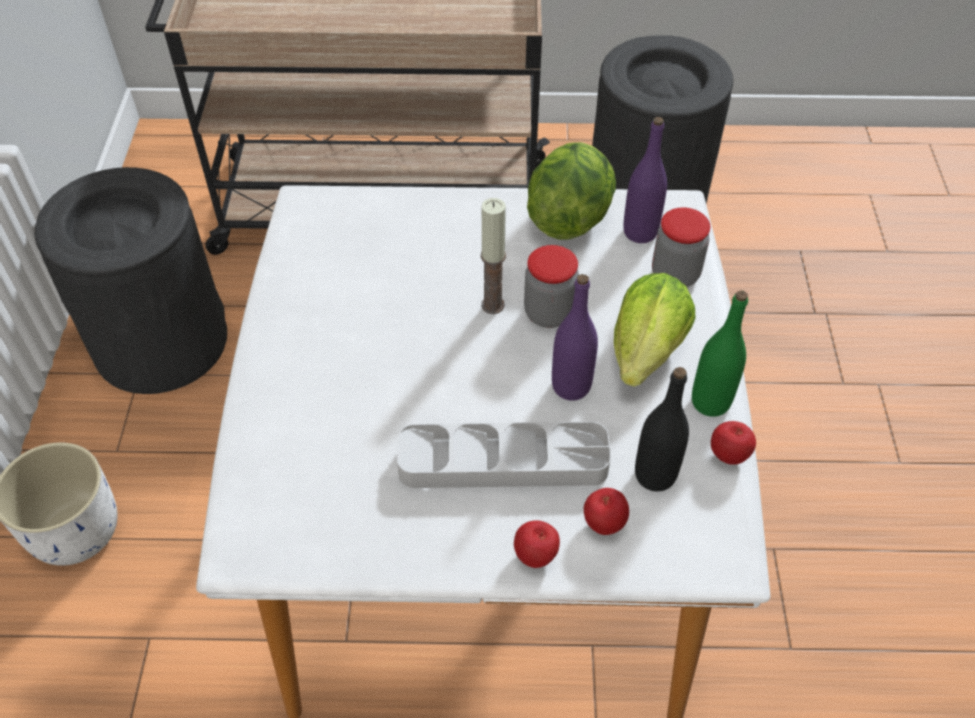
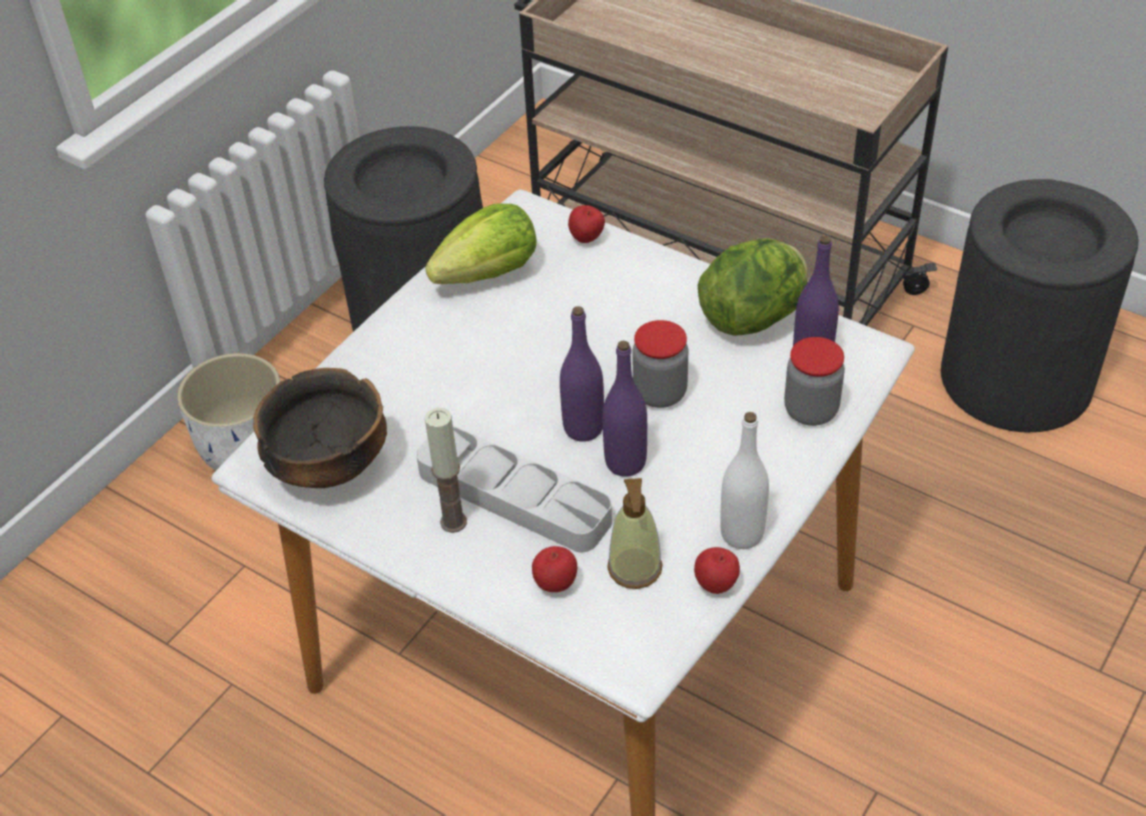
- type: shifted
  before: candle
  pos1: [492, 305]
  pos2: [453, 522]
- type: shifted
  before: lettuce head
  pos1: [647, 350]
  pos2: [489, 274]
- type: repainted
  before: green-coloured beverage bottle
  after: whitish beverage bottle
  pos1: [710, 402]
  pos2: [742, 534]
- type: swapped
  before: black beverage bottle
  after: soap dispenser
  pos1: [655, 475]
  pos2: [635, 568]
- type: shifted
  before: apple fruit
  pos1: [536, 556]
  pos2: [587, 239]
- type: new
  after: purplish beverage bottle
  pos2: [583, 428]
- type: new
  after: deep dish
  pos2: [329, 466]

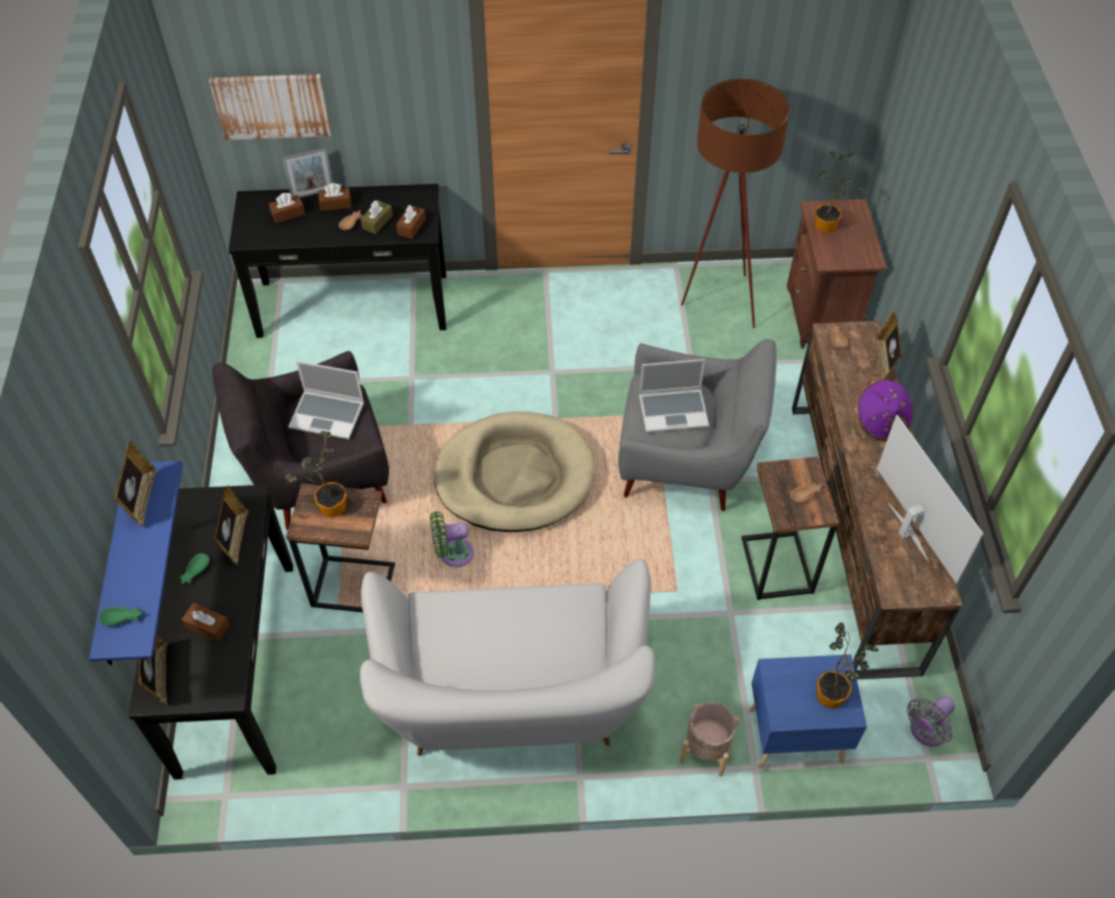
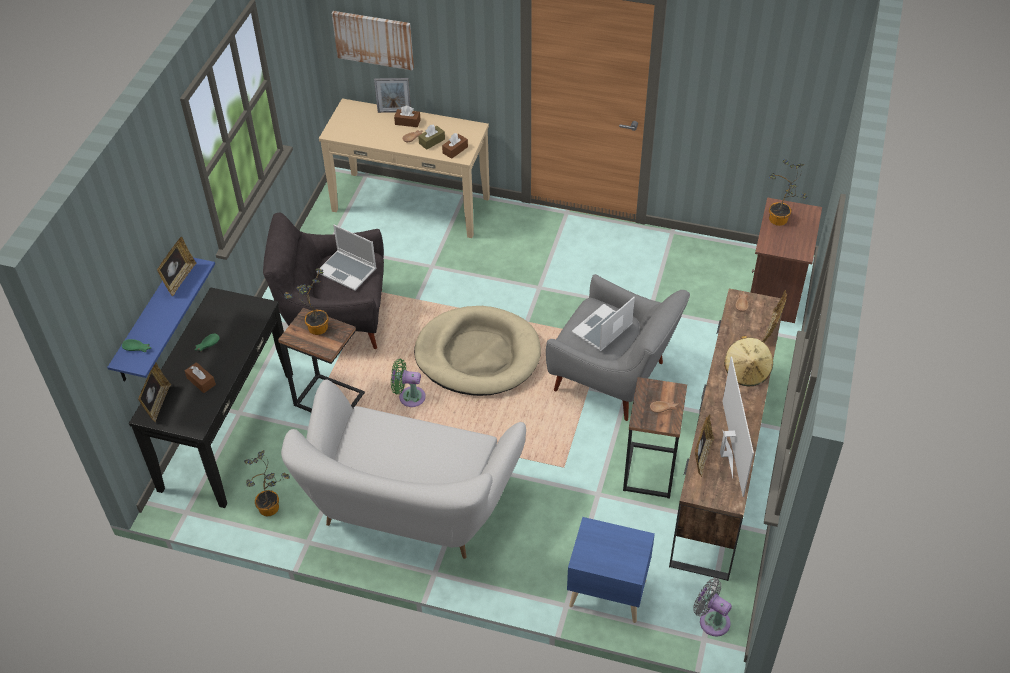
- type: gone
  before: brown-coloured standard lamp
  pos1: [717, 302]
- type: repainted
  before: black narrow table
  after: beige-coloured narrow table
  pos1: [353, 304]
  pos2: [411, 204]
- type: gone
  before: brown-coloured tissue box
  pos1: [288, 214]
- type: rotated
  before: notebook computer
  pos1: [674, 410]
  pos2: [602, 330]
  turn: 120
- type: repainted
  before: purplish clothing hat
  after: beige-coloured clothing hat
  pos1: [881, 422]
  pos2: [746, 371]
- type: shifted
  before: photo frame
  pos1: [235, 538]
  pos2: [702, 456]
- type: shifted
  before: potted plant
  pos1: [834, 693]
  pos2: [272, 508]
- type: rotated
  before: gray electric fan
  pos1: [926, 731]
  pos2: [711, 620]
  turn: 60
- type: gone
  before: beige-coloured plant pot
  pos1: [706, 749]

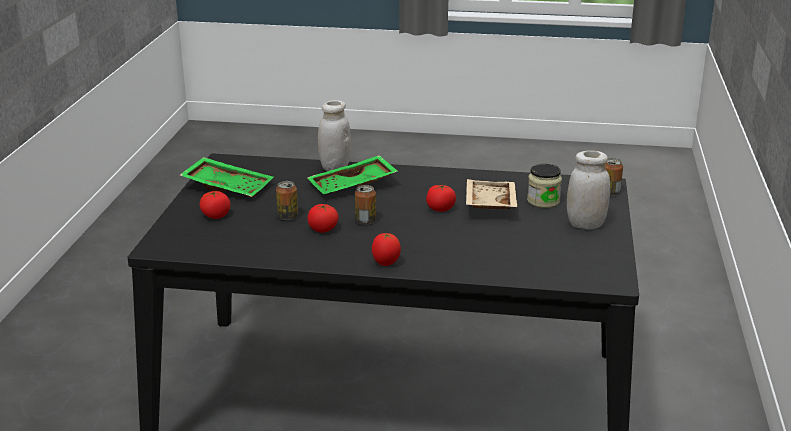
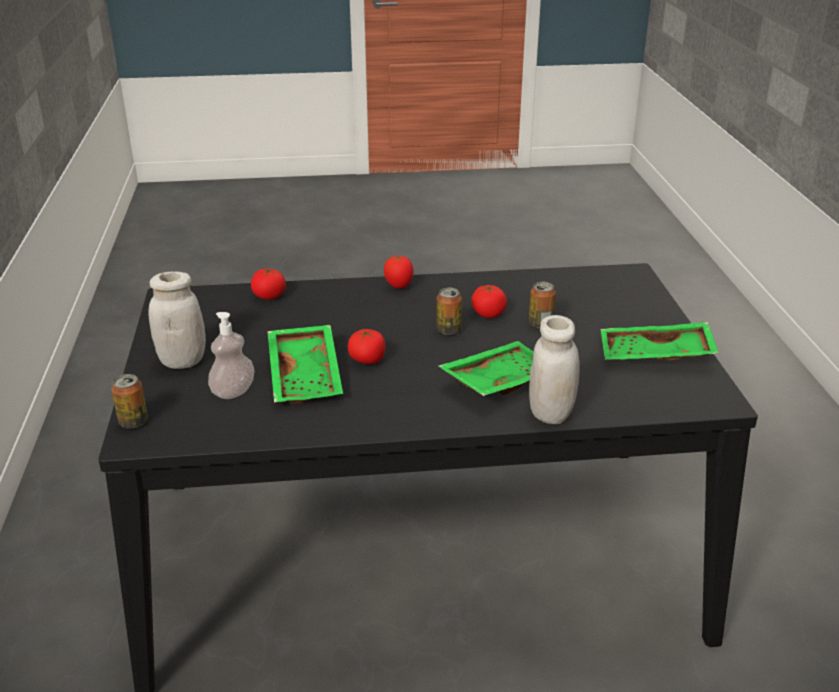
- type: swapped
  before: preserve jar
  after: soap dispenser
  pos1: [543, 201]
  pos2: [233, 392]
- type: repainted
  before: beige-coloured serving tray
  after: green-coloured serving tray
  pos1: [488, 204]
  pos2: [307, 375]
- type: shifted
  before: tomato
  pos1: [215, 216]
  pos2: [269, 296]

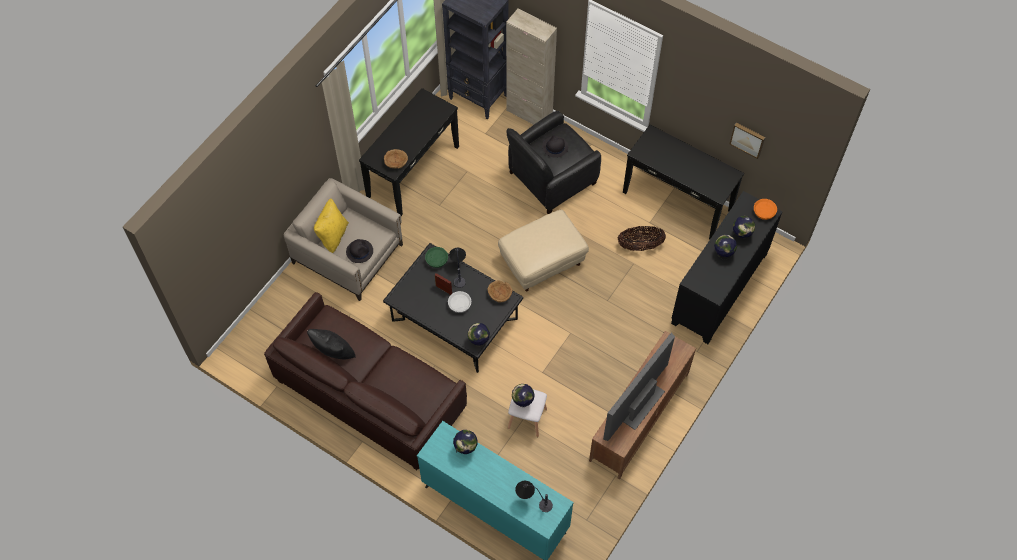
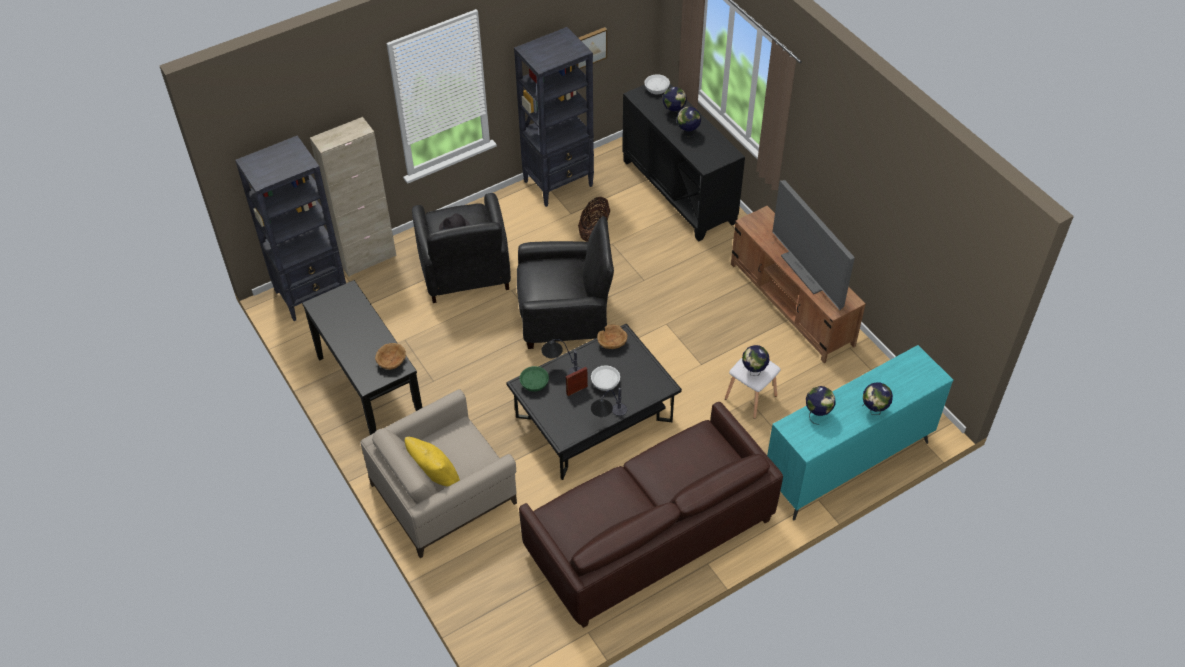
- type: swapped
  before: black narrow table
  after: black bookcase
  pos1: [677, 201]
  pos2: [559, 183]
- type: repainted
  before: orange-coloured deep dish
  after: whitish deep dish
  pos1: [764, 212]
  pos2: [656, 88]
- type: swapped
  before: beige-coloured footrest
  after: black armchair
  pos1: [542, 261]
  pos2: [565, 316]
- type: gone
  before: black clothing hat
  pos1: [359, 251]
- type: shifted
  before: desk globe
  pos1: [478, 341]
  pos2: [874, 410]
- type: gone
  before: black cushion
  pos1: [333, 353]
- type: shifted
  before: lamp for a table
  pos1: [532, 501]
  pos2: [608, 419]

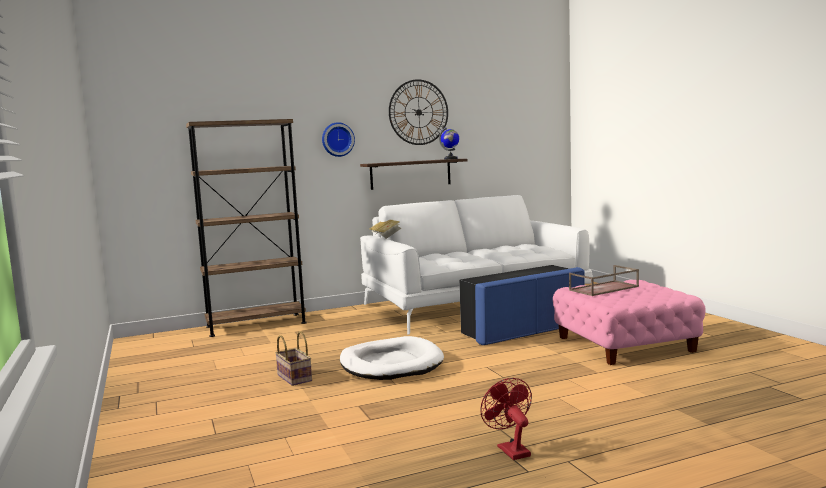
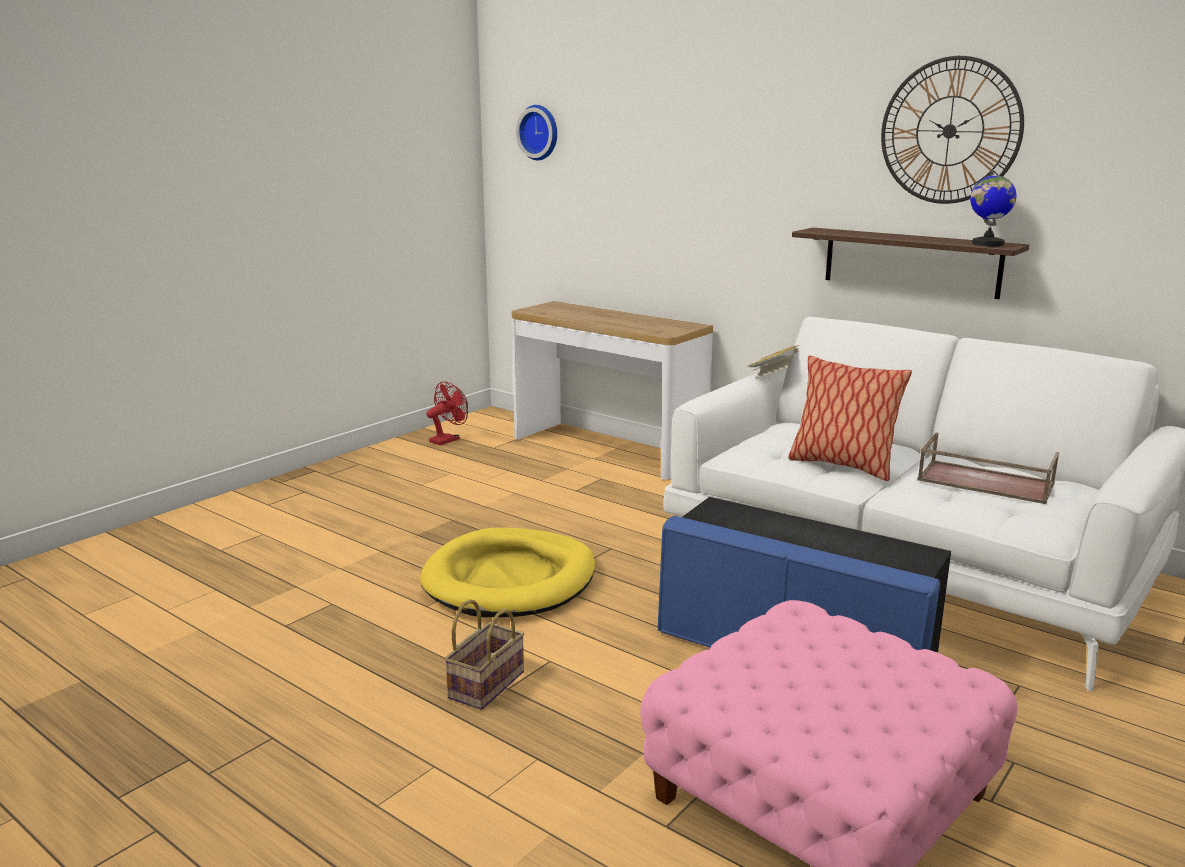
- type: swapped
  before: brown-coloured bookcase
  after: narrow table
  pos1: [256, 325]
  pos2: [607, 449]
- type: shifted
  before: clock on the wall
  pos1: [337, 139]
  pos2: [540, 132]
- type: shifted
  before: brown-coloured serving tray
  pos1: [604, 288]
  pos2: [983, 482]
- type: shifted
  before: basket
  pos1: [293, 378]
  pos2: [486, 683]
- type: repainted
  before: whitish dog bed
  after: yellow dog bed
  pos1: [391, 364]
  pos2: [510, 580]
- type: shifted
  before: red-coloured electric fan
  pos1: [510, 449]
  pos2: [448, 439]
- type: new
  after: cushion
  pos2: [842, 466]

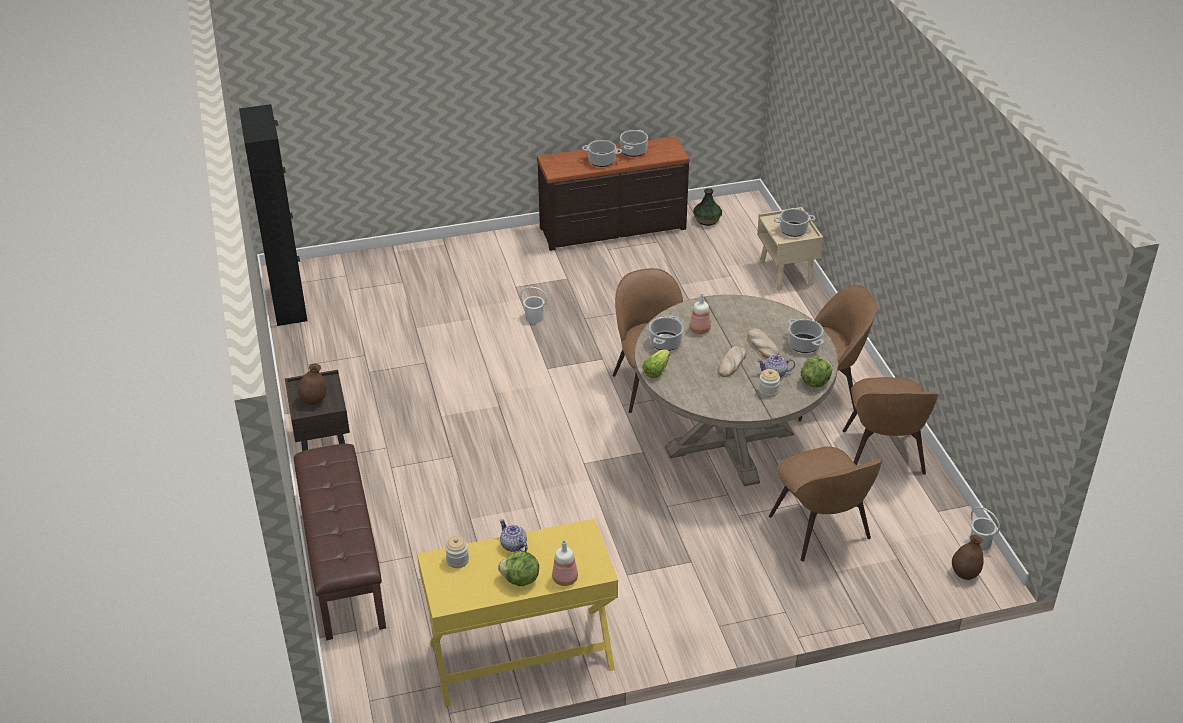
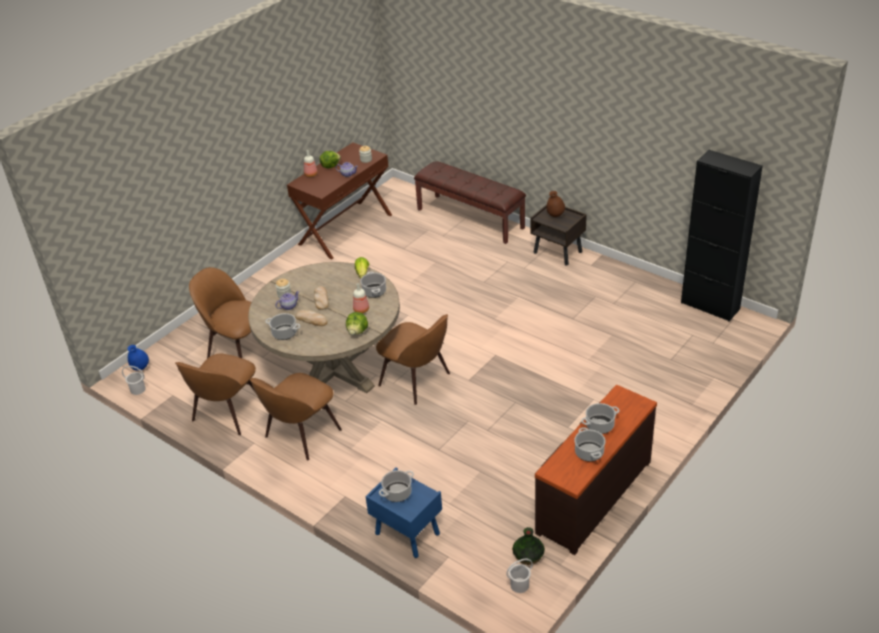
- type: repainted
  before: beige-coloured night table
  after: blue night table
  pos1: [786, 273]
  pos2: [406, 533]
- type: shifted
  before: whitish water bucket
  pos1: [534, 317]
  pos2: [520, 585]
- type: shifted
  before: lettuce head
  pos1: [815, 382]
  pos2: [357, 331]
- type: rotated
  before: brown-coloured plain chair
  pos1: [884, 454]
  pos2: [227, 414]
  turn: -120
- type: repainted
  before: yellow narrow table
  after: brown-coloured narrow table
  pos1: [521, 656]
  pos2: [345, 229]
- type: repainted
  before: brown-coloured decorative vase
  after: blue decorative vase
  pos1: [965, 574]
  pos2: [140, 368]

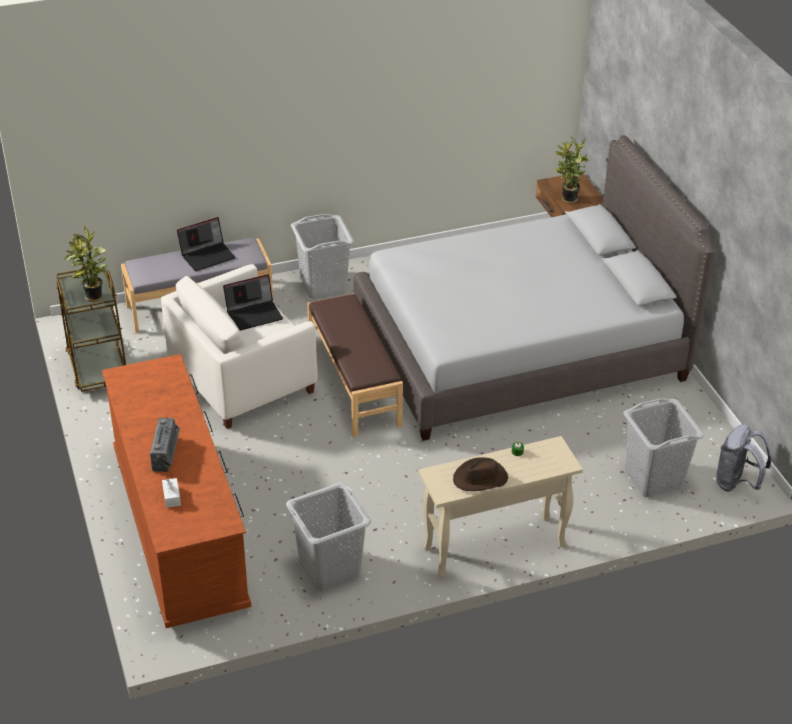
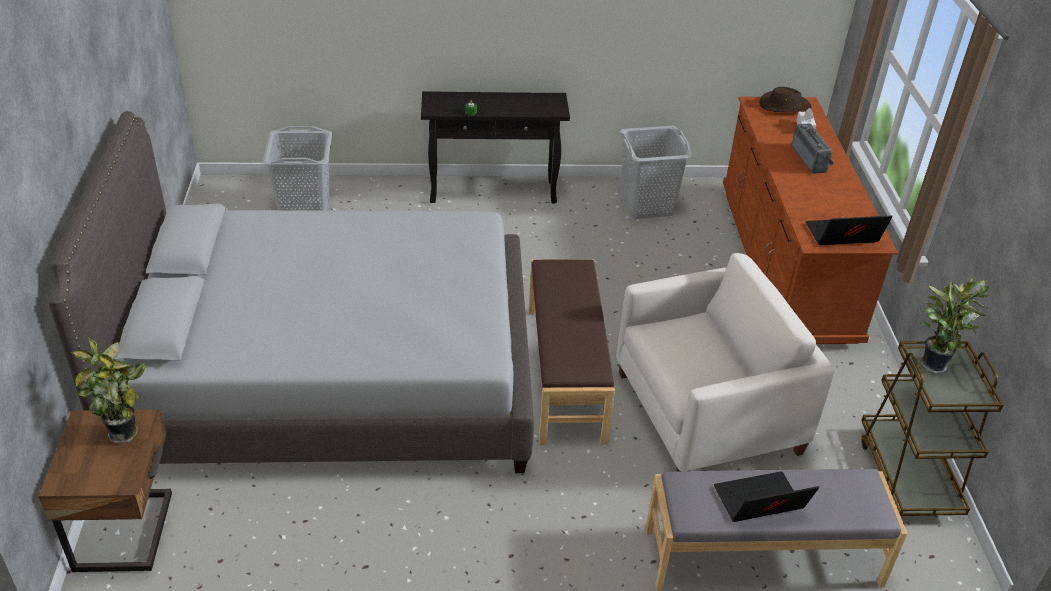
- type: gone
  before: gray washing basket
  pos1: [323, 285]
- type: shifted
  before: notebook computer
  pos1: [254, 314]
  pos2: [842, 236]
- type: rotated
  before: radio receiver
  pos1: [167, 454]
  pos2: [811, 159]
  turn: 150
- type: gone
  before: gray rucksack
  pos1: [736, 483]
- type: repainted
  before: beige-coloured narrow table
  after: black narrow table
  pos1: [493, 547]
  pos2: [494, 192]
- type: shifted
  before: brown-coloured clothing hat
  pos1: [480, 478]
  pos2: [784, 106]

